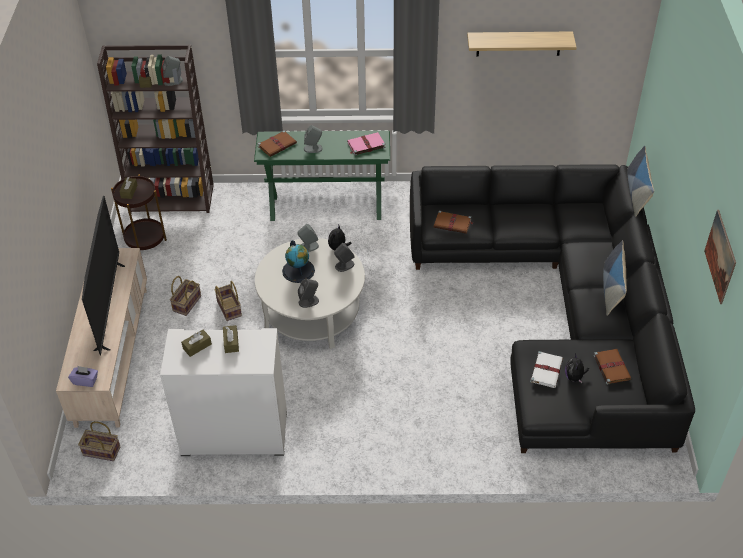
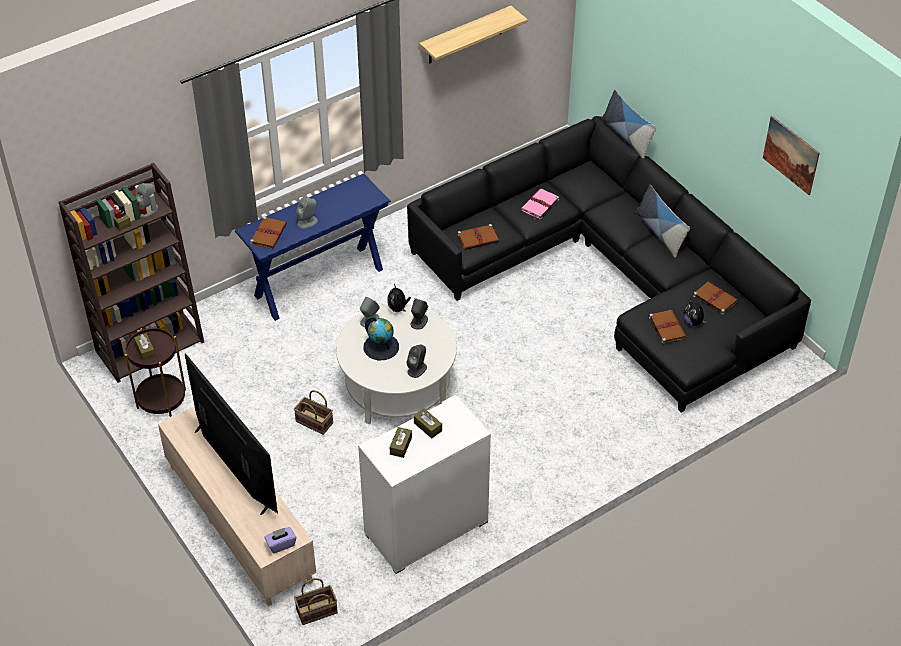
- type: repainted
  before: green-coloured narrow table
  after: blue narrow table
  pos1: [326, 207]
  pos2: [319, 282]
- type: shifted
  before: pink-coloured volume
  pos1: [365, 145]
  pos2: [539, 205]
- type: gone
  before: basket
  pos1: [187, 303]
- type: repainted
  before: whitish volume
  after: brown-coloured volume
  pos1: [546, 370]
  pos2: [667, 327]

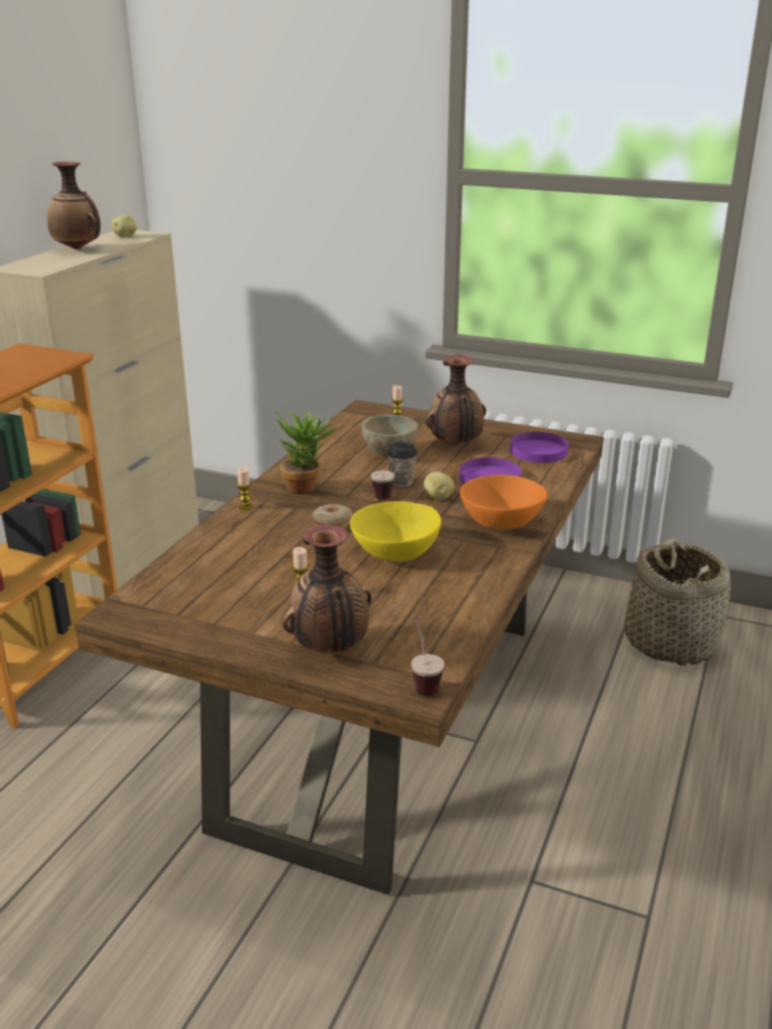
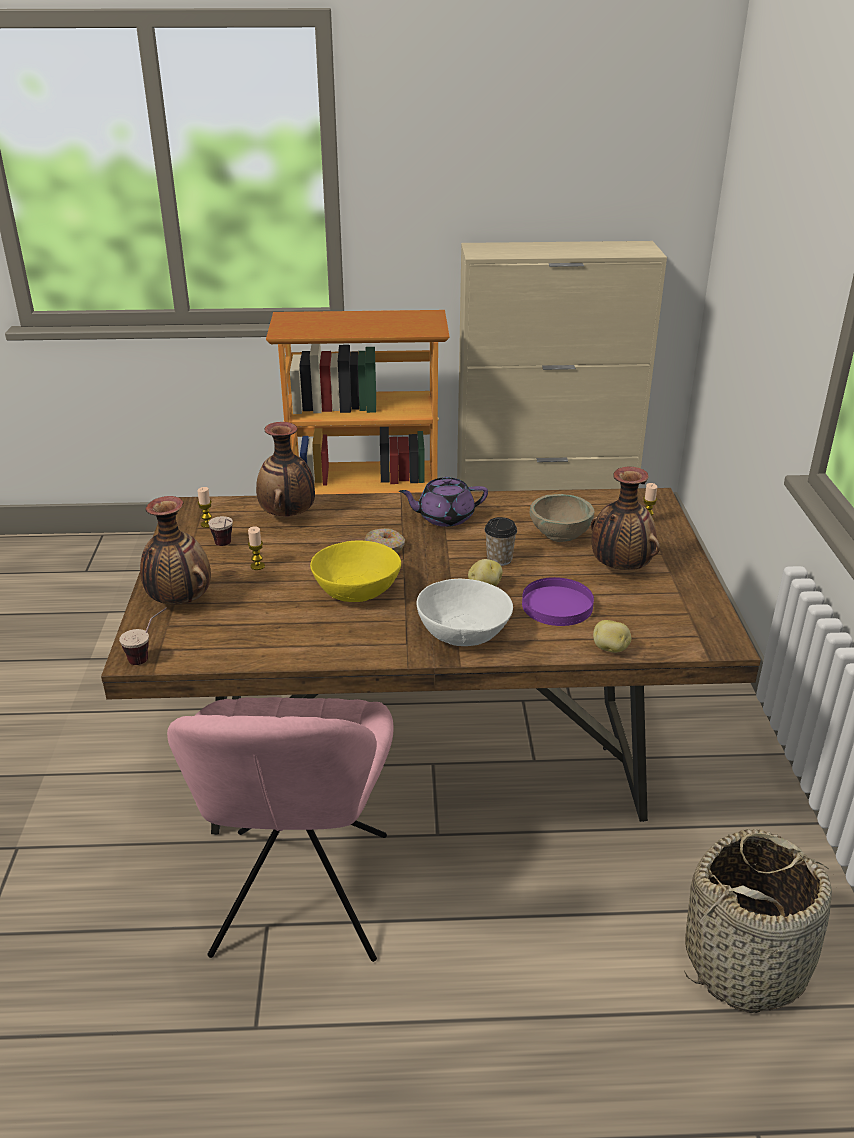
- type: shifted
  before: decorative vase
  pos1: [78, 249]
  pos2: [288, 515]
- type: shifted
  before: spud
  pos1: [125, 236]
  pos2: [610, 649]
- type: swapped
  before: potted plant
  after: purplish tea pot
  pos1: [306, 487]
  pos2: [444, 517]
- type: gone
  before: purplish dinner plate
  pos1: [538, 451]
- type: shifted
  before: small cup
  pos1: [392, 495]
  pos2: [226, 546]
- type: shifted
  before: candle
  pos1: [245, 507]
  pos2: [207, 524]
- type: repainted
  before: orange-coloured deep dish
  after: whitish deep dish
  pos1: [501, 520]
  pos2: [463, 632]
- type: new
  after: pink-coloured plain chair
  pos2: [301, 900]

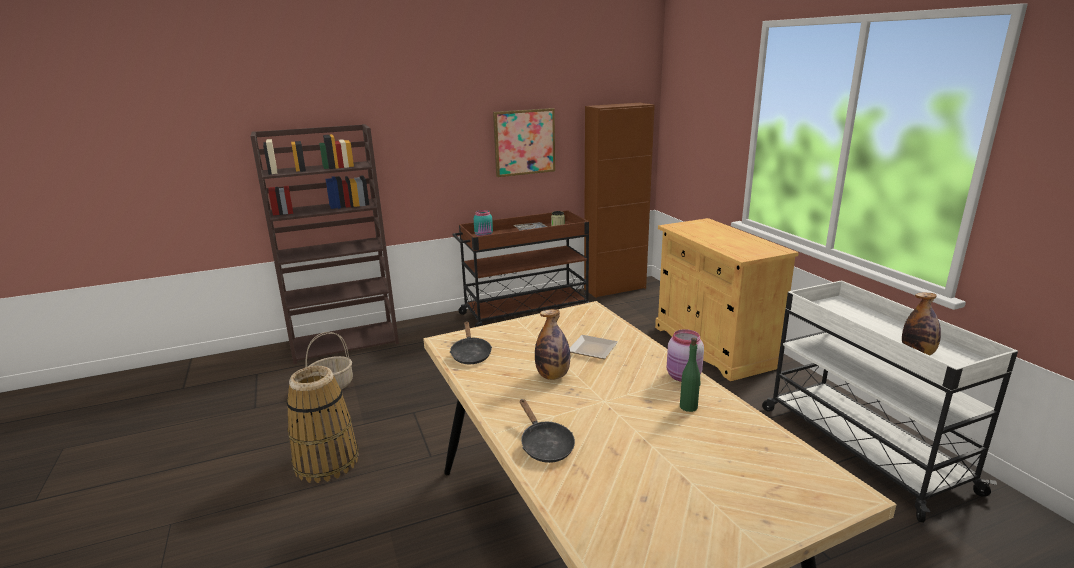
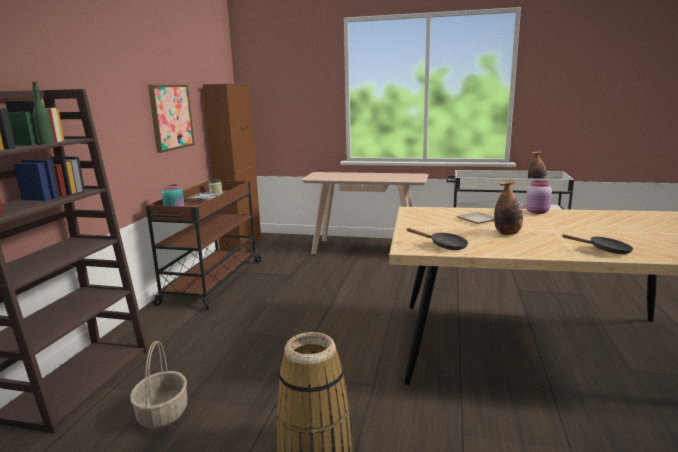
- type: swapped
  before: beige-coloured cupboard
  after: beige-coloured narrow table
  pos1: [713, 346]
  pos2: [366, 249]
- type: shifted
  before: green-coloured beverage bottle
  pos1: [688, 407]
  pos2: [46, 143]

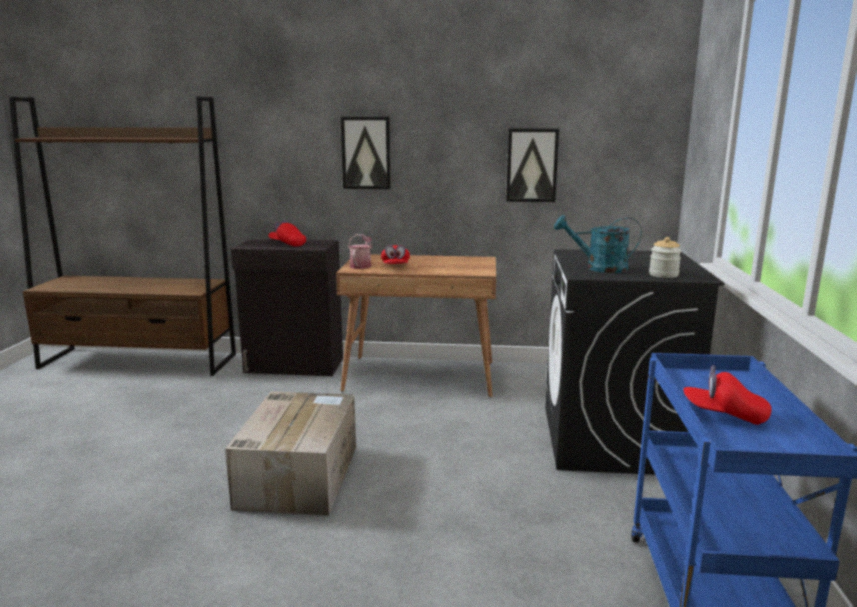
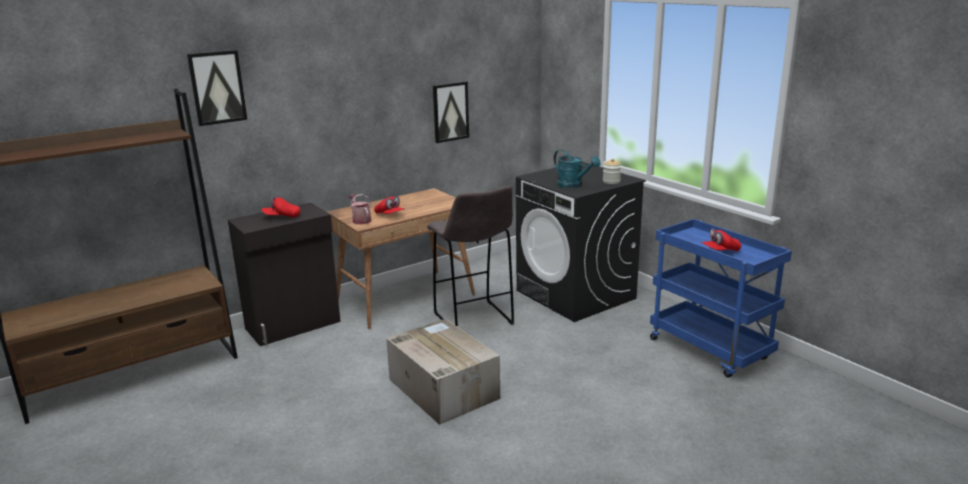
- type: shifted
  before: wall picture
  pos1: [366, 153]
  pos2: [217, 87]
- type: rotated
  before: turquoise-coloured watering pot
  pos1: [599, 268]
  pos2: [573, 185]
  turn: -105
- type: new
  after: gray sitting stool
  pos2: [474, 320]

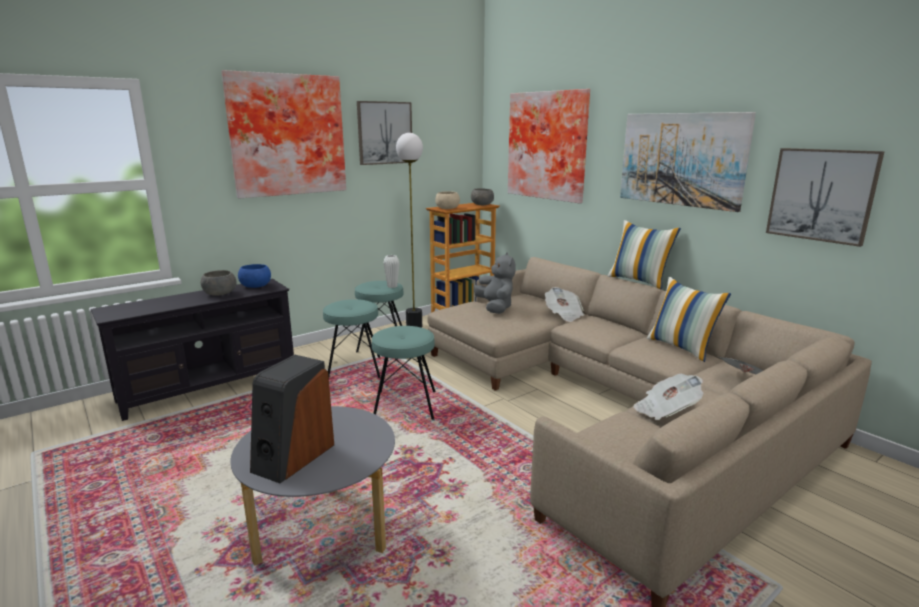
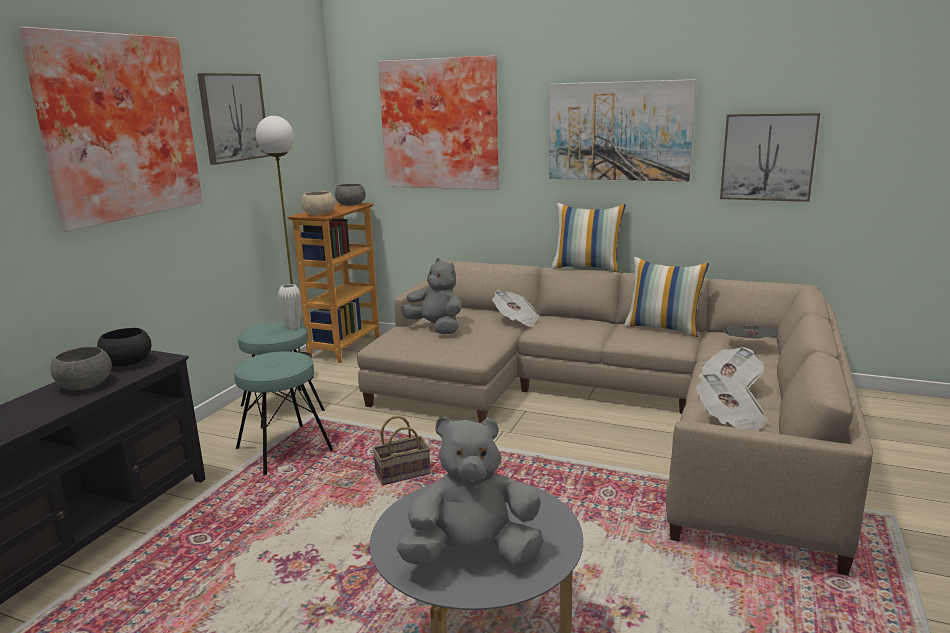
- type: repainted
  before: blue deep dish
  after: black deep dish
  pos1: [256, 286]
  pos2: [128, 362]
- type: swapped
  before: turquoise-coloured sitting stool
  after: basket
  pos1: [405, 406]
  pos2: [403, 473]
- type: swapped
  before: loudspeaker
  after: gray cuddly toy
  pos1: [293, 457]
  pos2: [473, 556]
- type: new
  after: printed paper
  pos2: [730, 421]

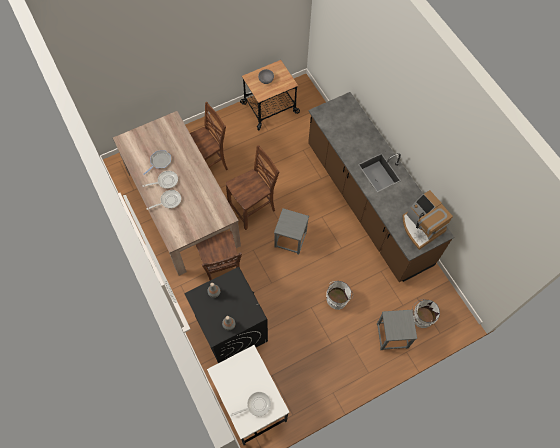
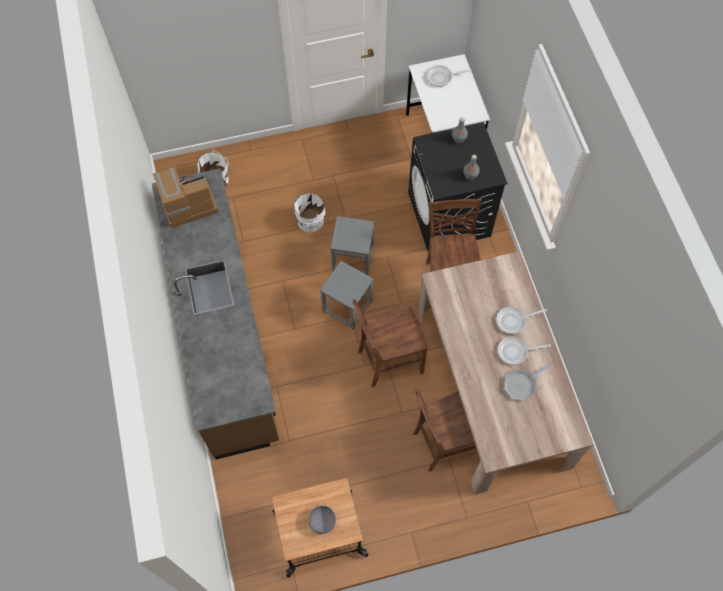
- type: rotated
  before: coffee maker
  pos1: [421, 227]
  pos2: [187, 203]
  turn: -90
- type: shifted
  before: gray sitting stool
  pos1: [392, 336]
  pos2: [353, 258]

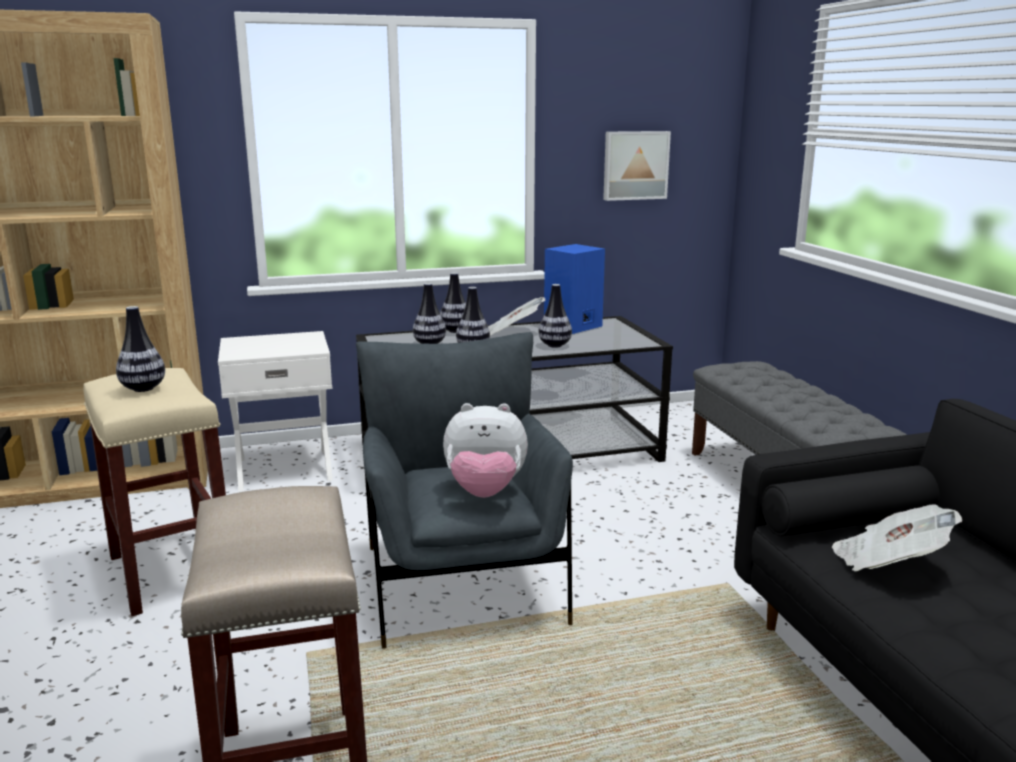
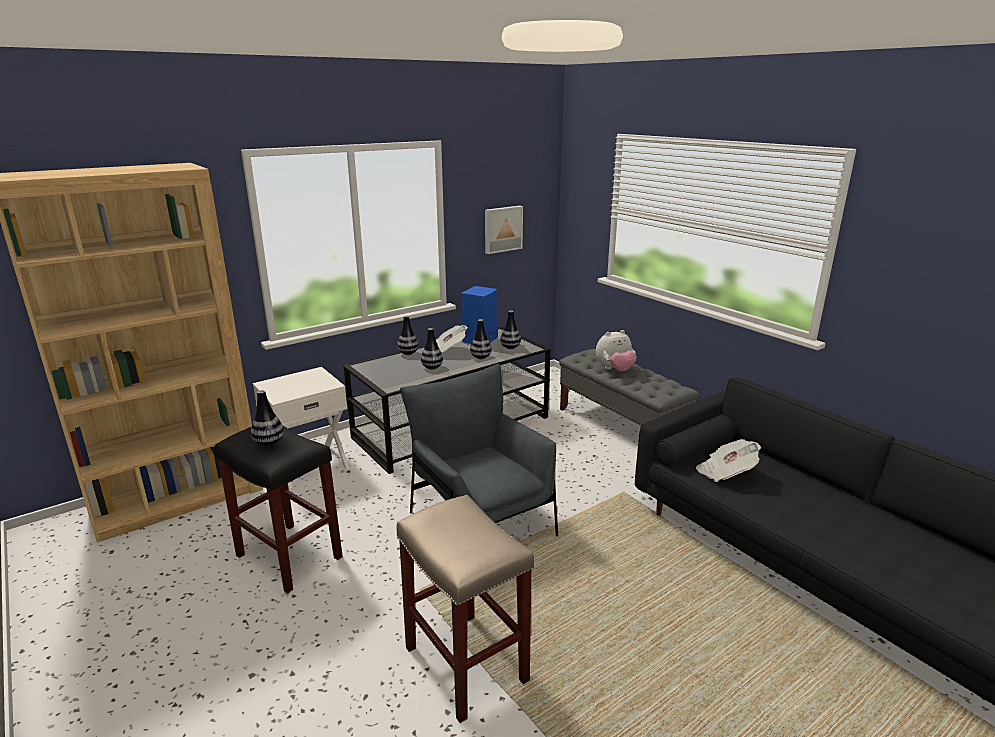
- type: shifted
  before: decorative vase
  pos1: [429, 344]
  pos2: [510, 347]
- type: repainted
  before: beige-coloured sitting stool
  after: black sitting stool
  pos1: [170, 571]
  pos2: [287, 556]
- type: shifted
  before: cuddly toy
  pos1: [485, 492]
  pos2: [615, 370]

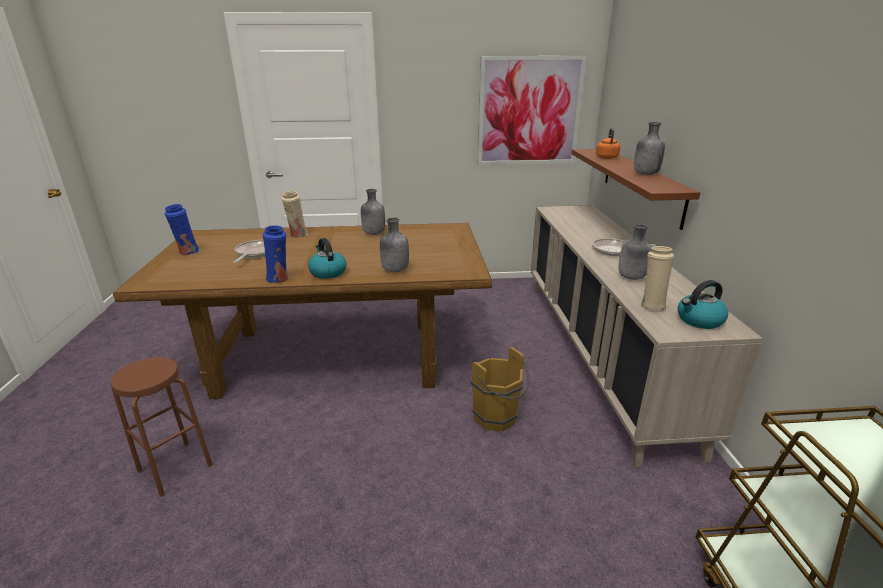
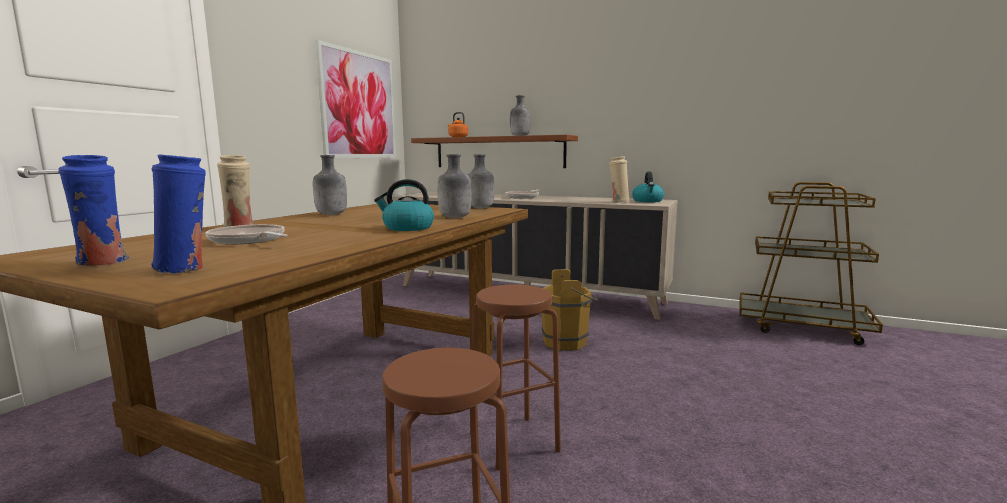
- type: shifted
  before: gray beverage bottle
  pos1: [631, 278]
  pos2: [480, 208]
- type: shifted
  before: blue decorative vase
  pos1: [279, 279]
  pos2: [185, 269]
- type: new
  after: brown-coloured sitting stool
  pos2: [514, 442]

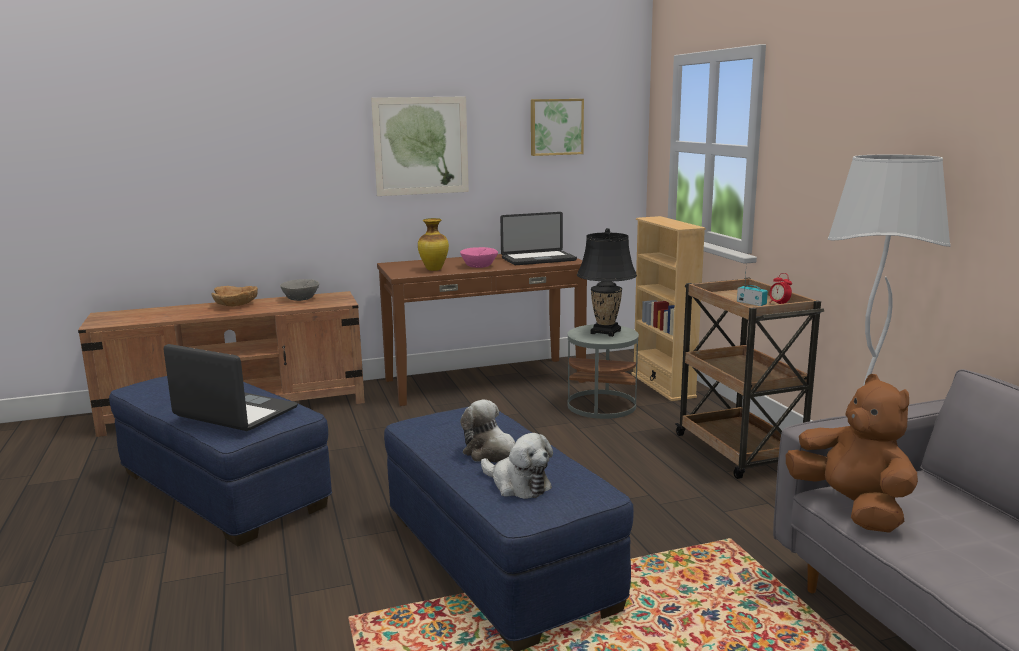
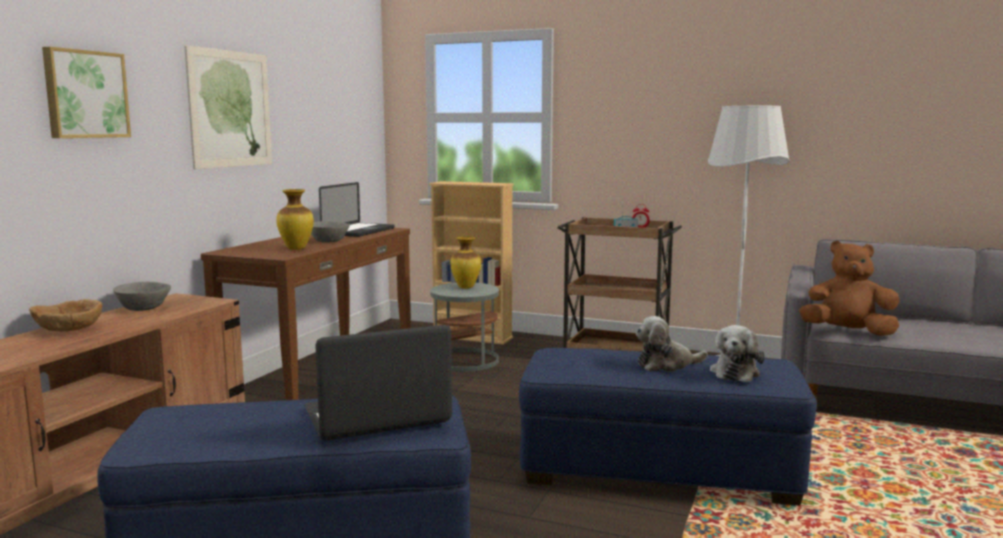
- type: shifted
  before: wall picture
  pos1: [556, 127]
  pos2: [85, 94]
- type: swapped
  before: black lamp for a table
  after: decorative vase
  pos1: [605, 332]
  pos2: [466, 287]
- type: repainted
  before: pink-coloured deep dish
  after: gray deep dish
  pos1: [478, 266]
  pos2: [329, 241]
- type: rotated
  before: cuddly toy
  pos1: [517, 485]
  pos2: [735, 372]
  turn: 120

